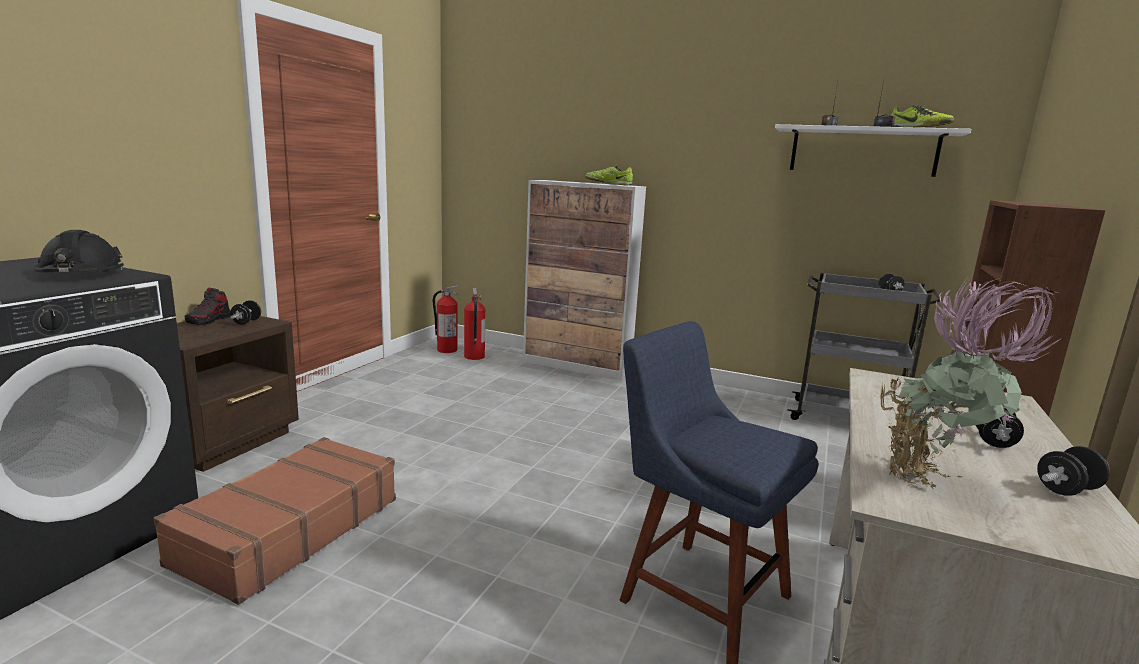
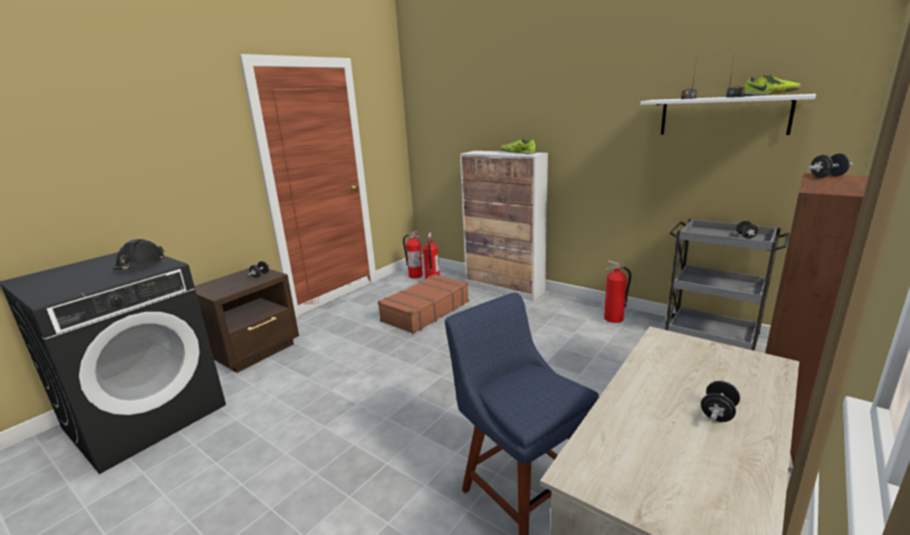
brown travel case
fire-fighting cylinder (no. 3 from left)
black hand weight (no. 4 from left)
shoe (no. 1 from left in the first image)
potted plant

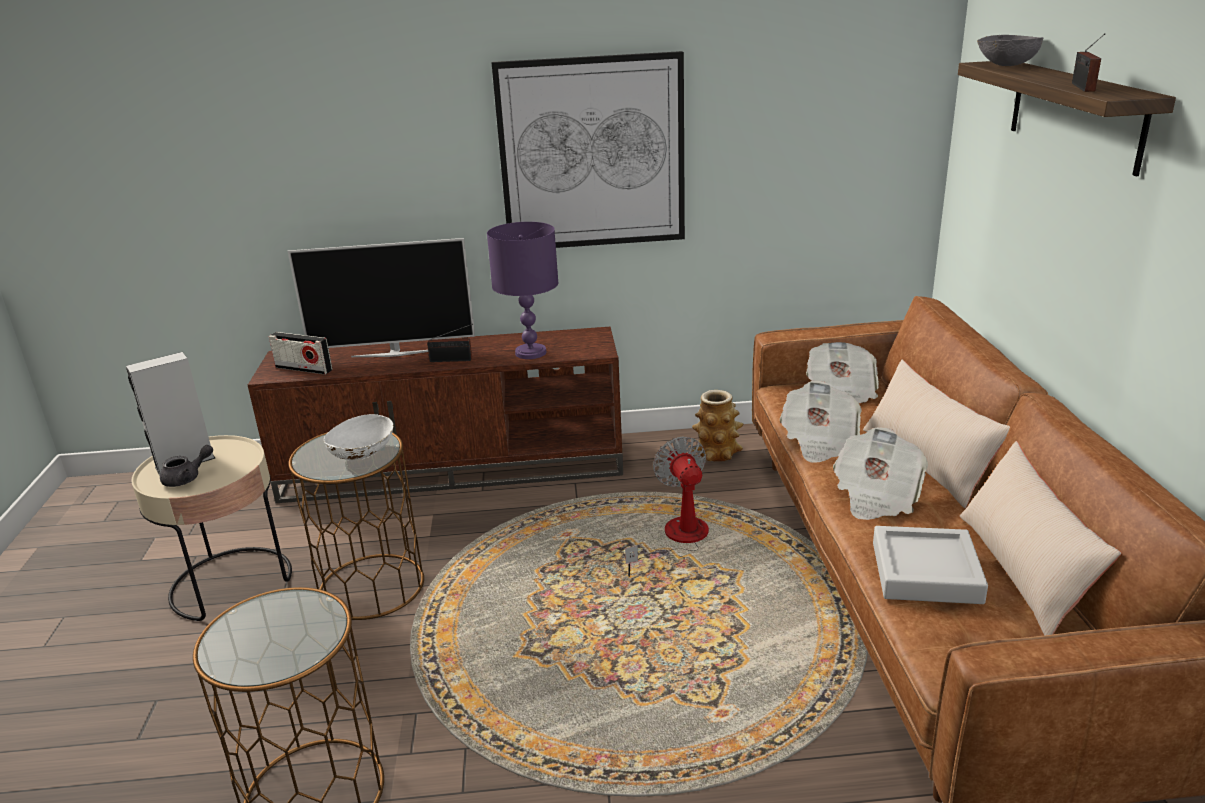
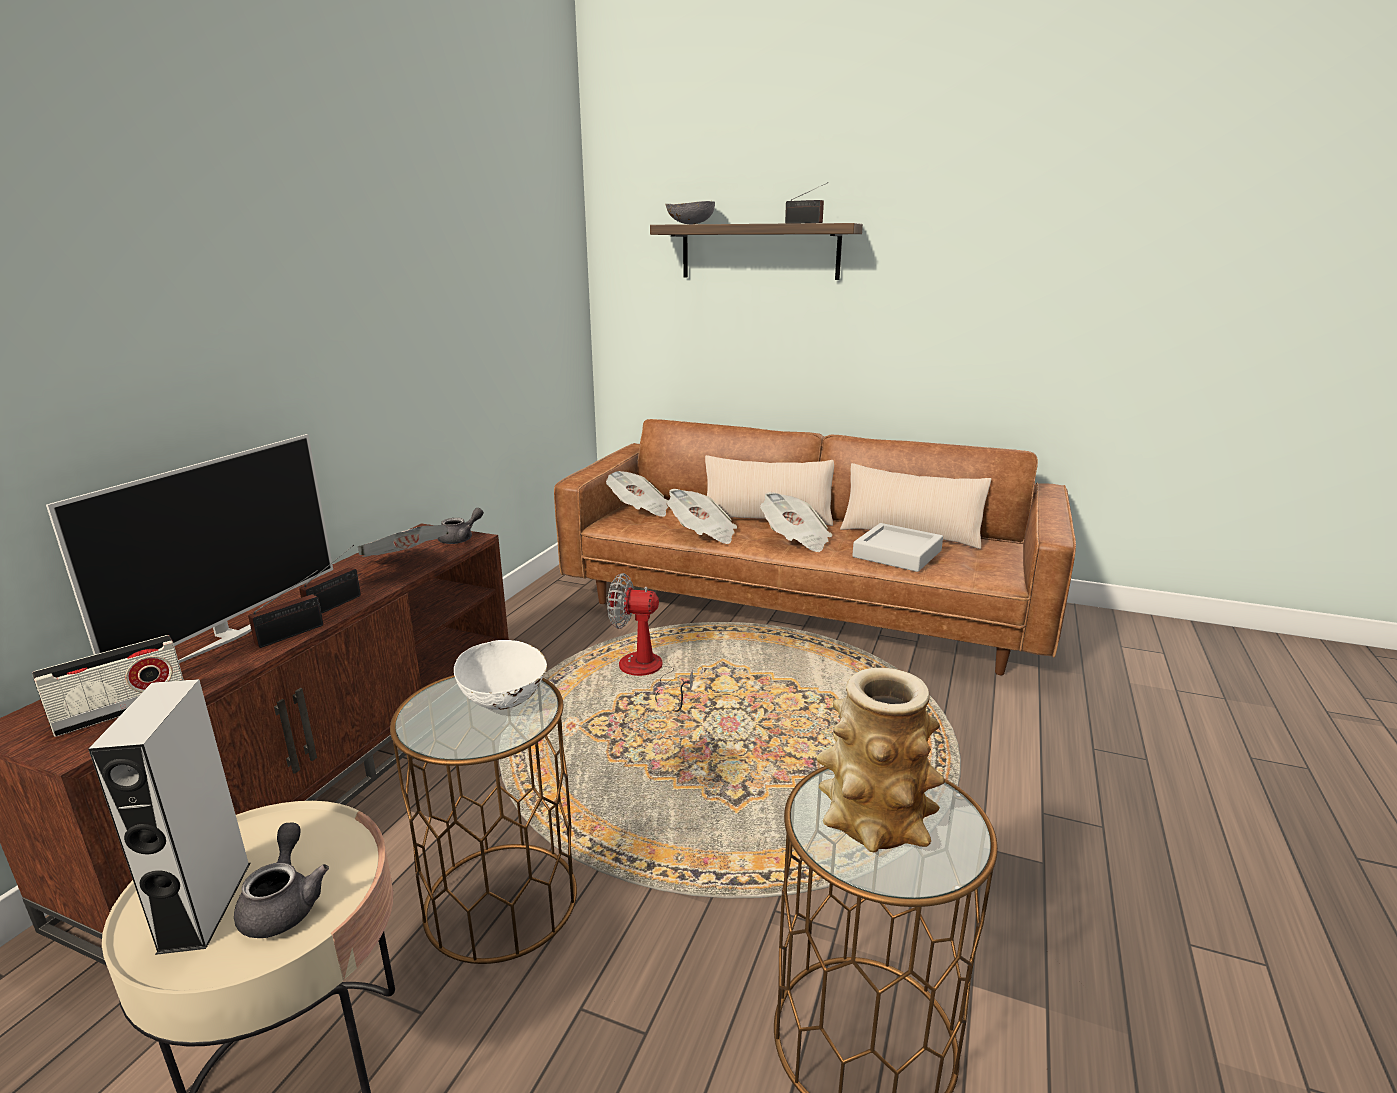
radio receiver (no. 2 from left)
daily paper (no. 1 from left)
grey tea pot (no. 2 from left)
flower vase
wall picture

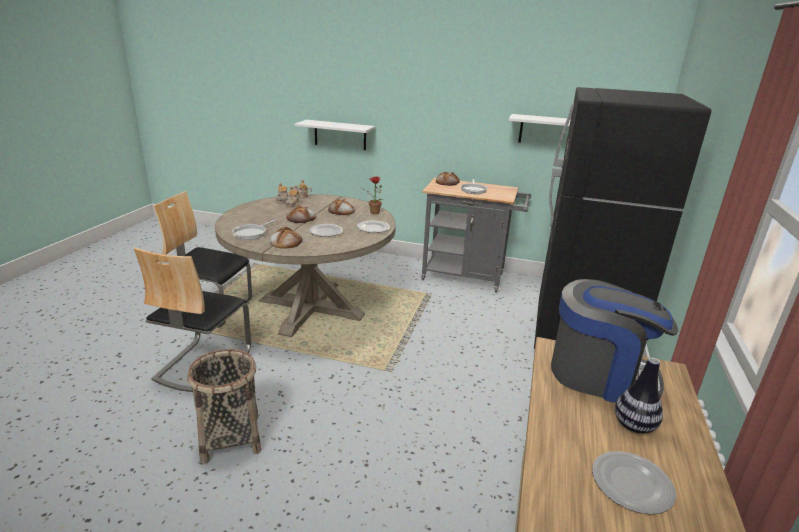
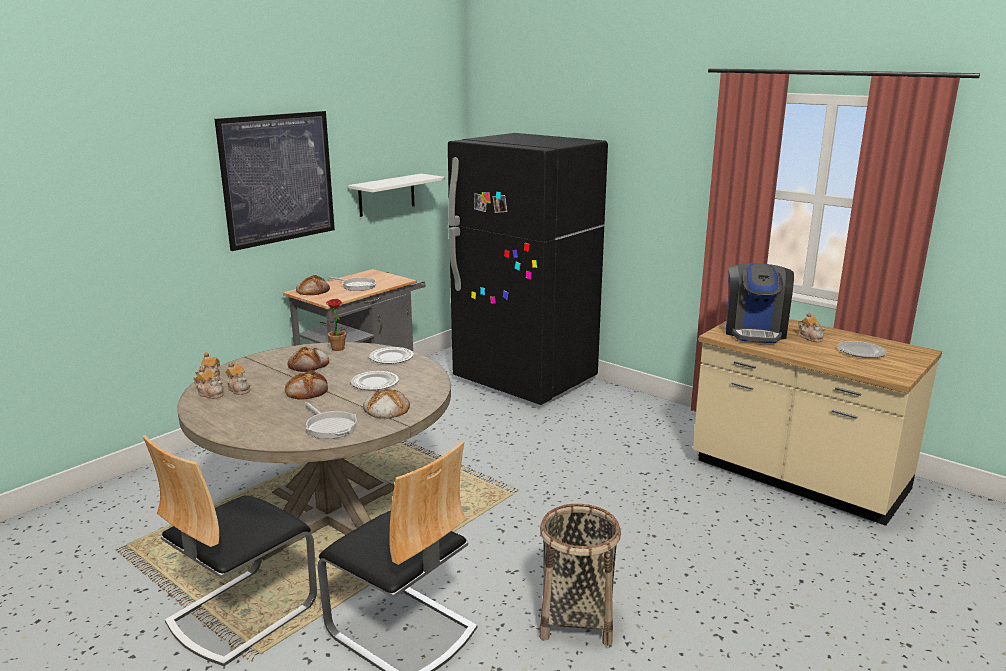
wall picture
coffee machine
tea pot (no. 4 from left)
white bracket shelf (no. 1 from left in the first image)

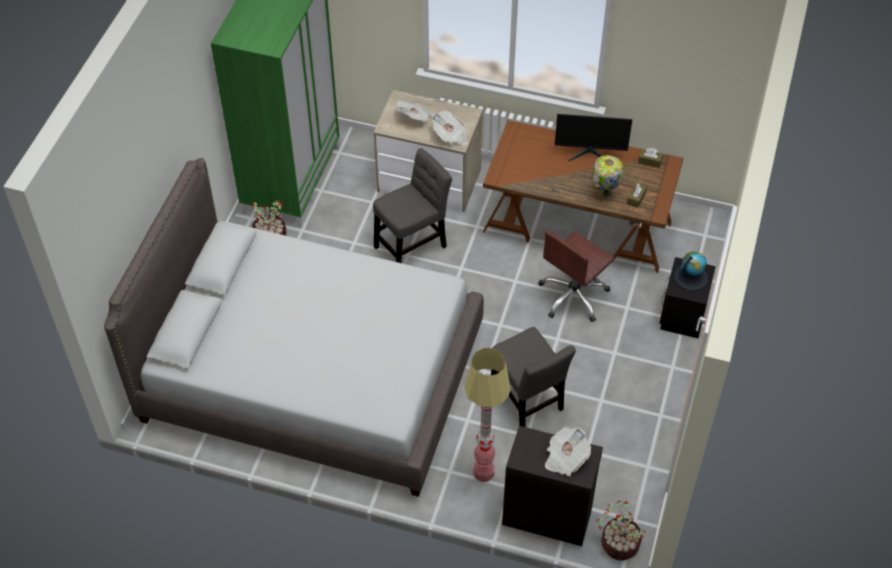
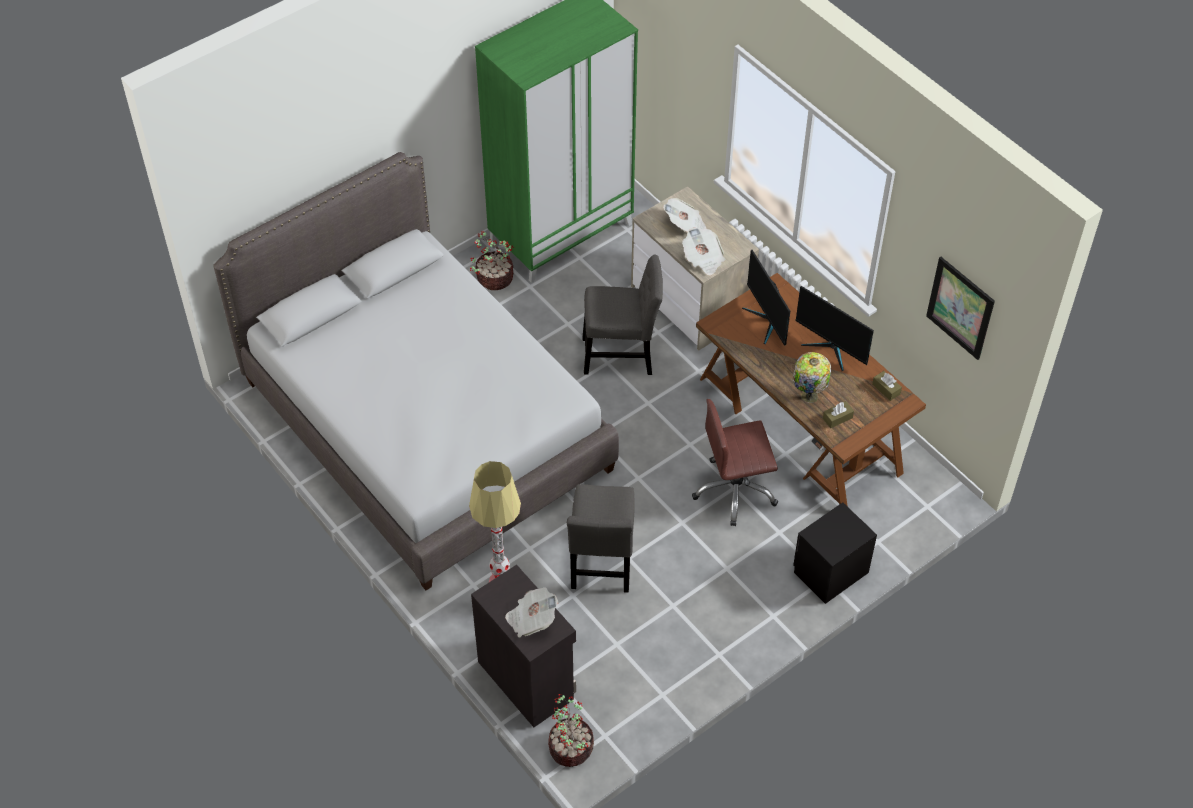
monitor (no. 1 from left)
wall picture
globe

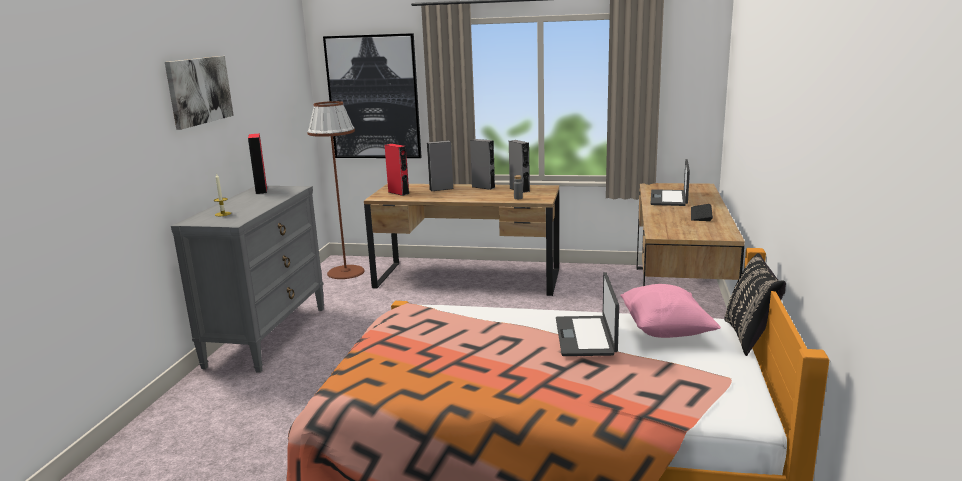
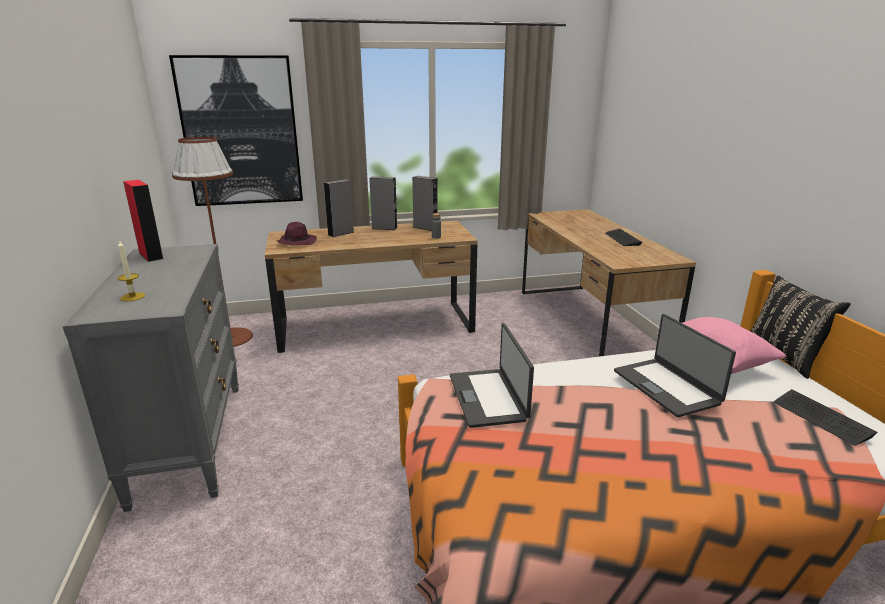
purple-coloured hat
portable computer (no. 1 from left)
keyboard (no. 2 from left)
wall picture (no. 1 from left in the first image)

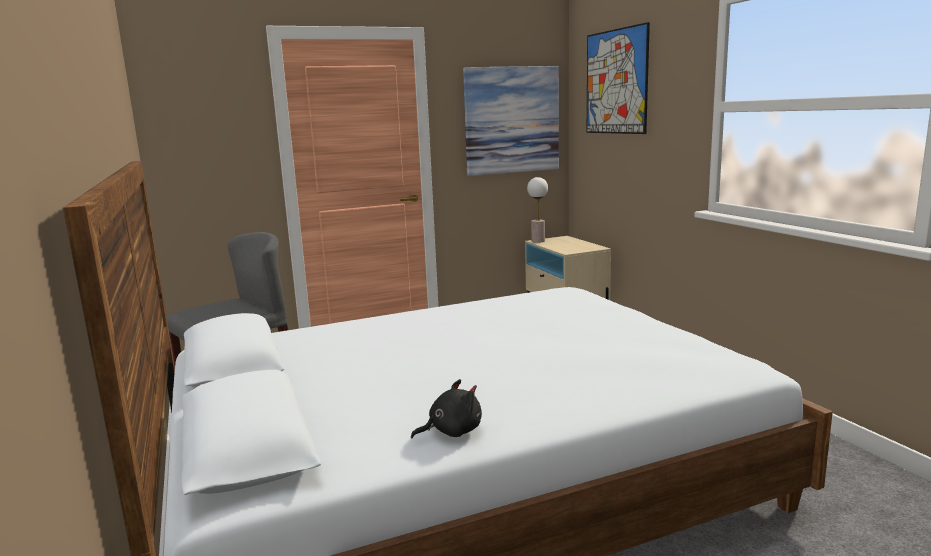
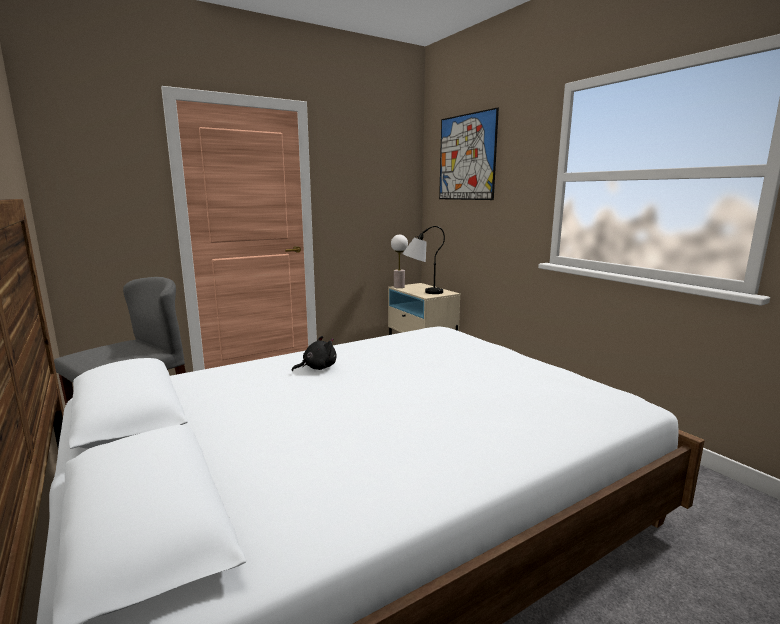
black cuddly toy
lamp for a table (no. 2 from left)
wall picture (no. 1 from left in the first image)

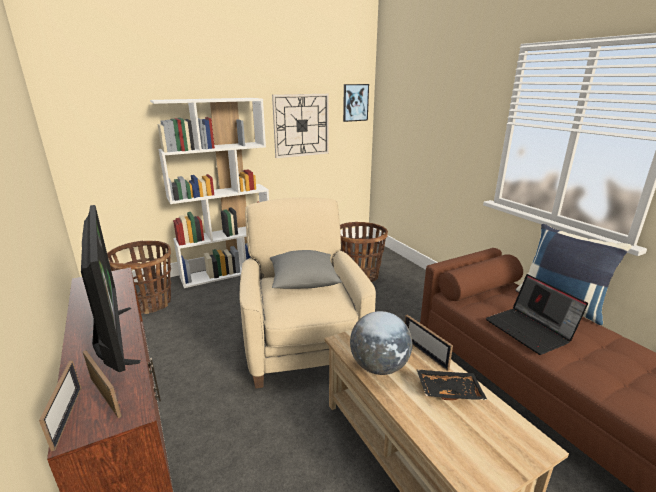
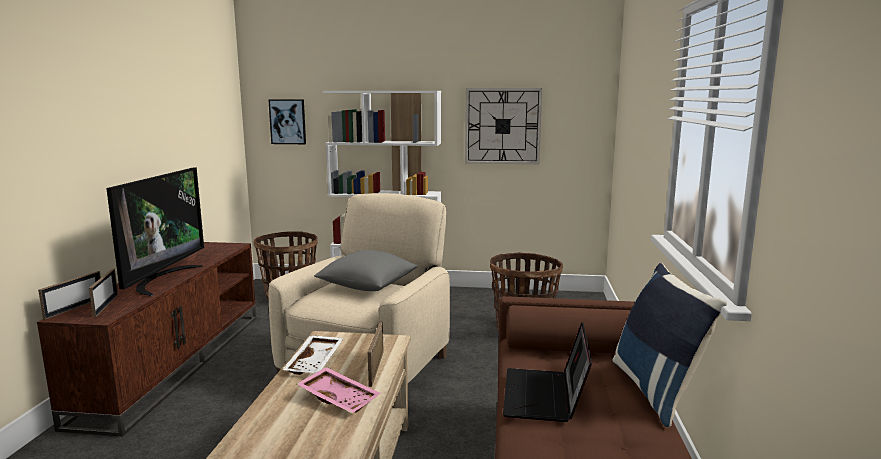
wall picture
white tray
pink-coloured tray

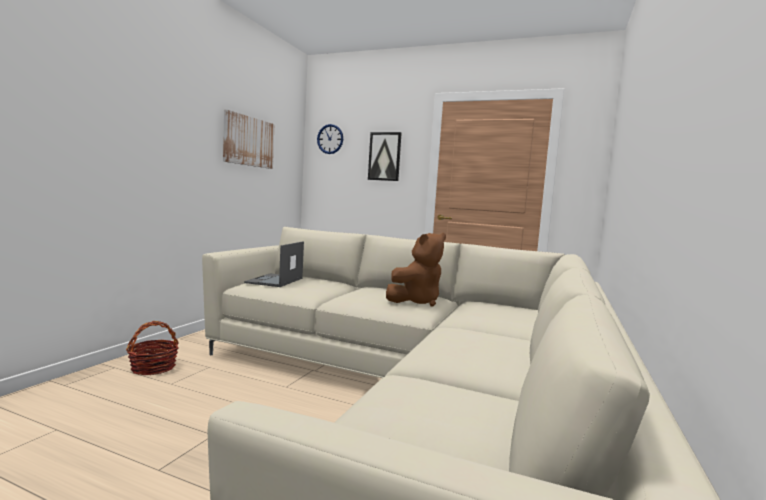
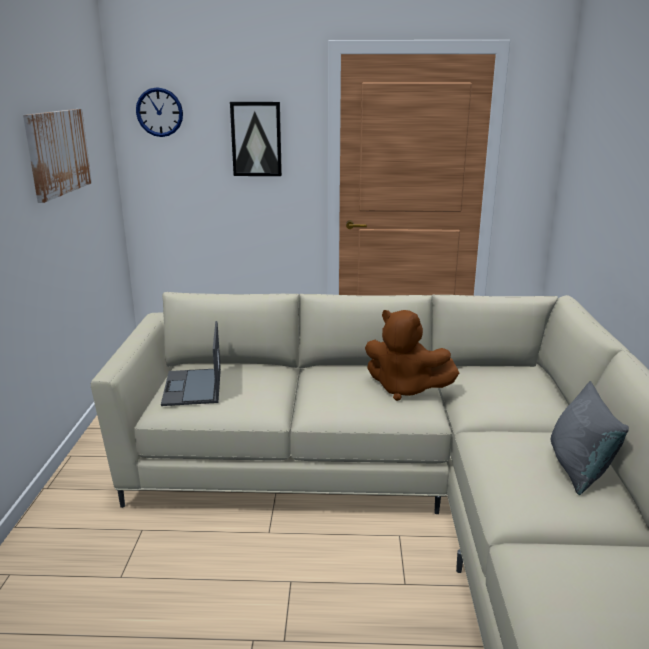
brown cuddly toy
grey throw pillow
storage basket

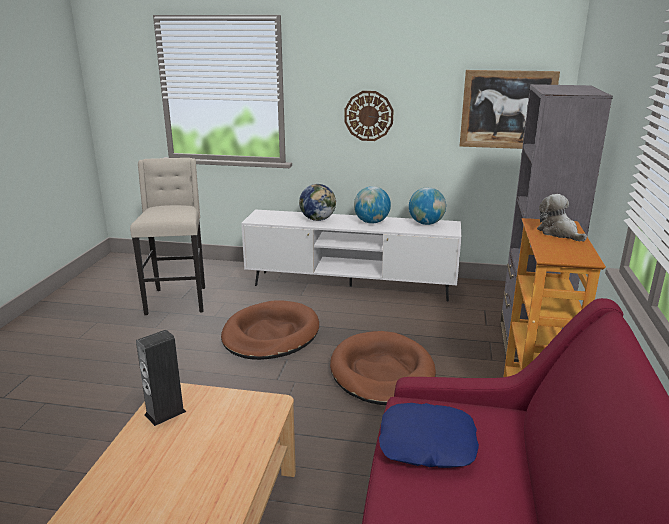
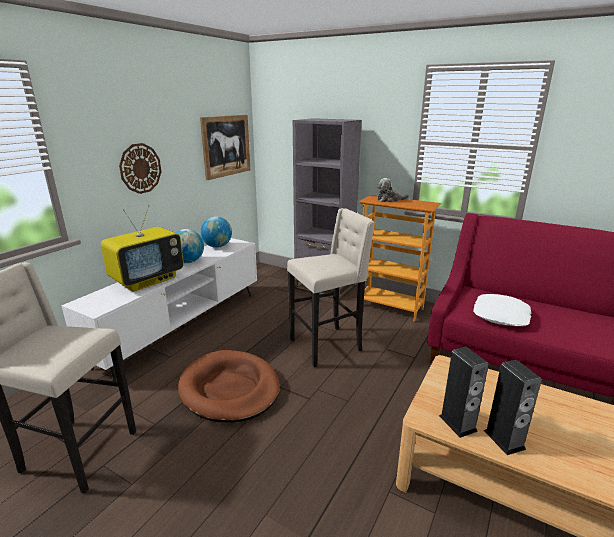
TV set
beige stool seat (no. 2 from left)
white throw pillow
audio speaker (no. 2 from left)

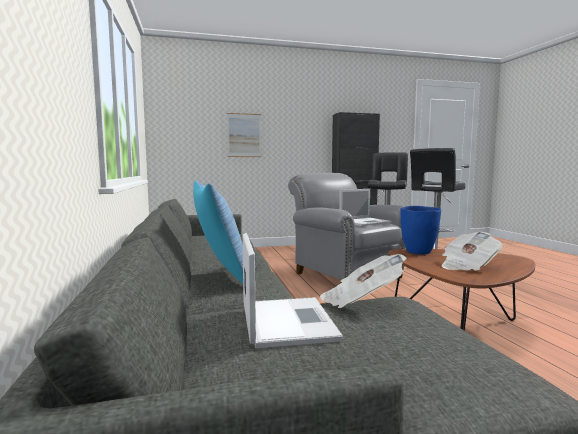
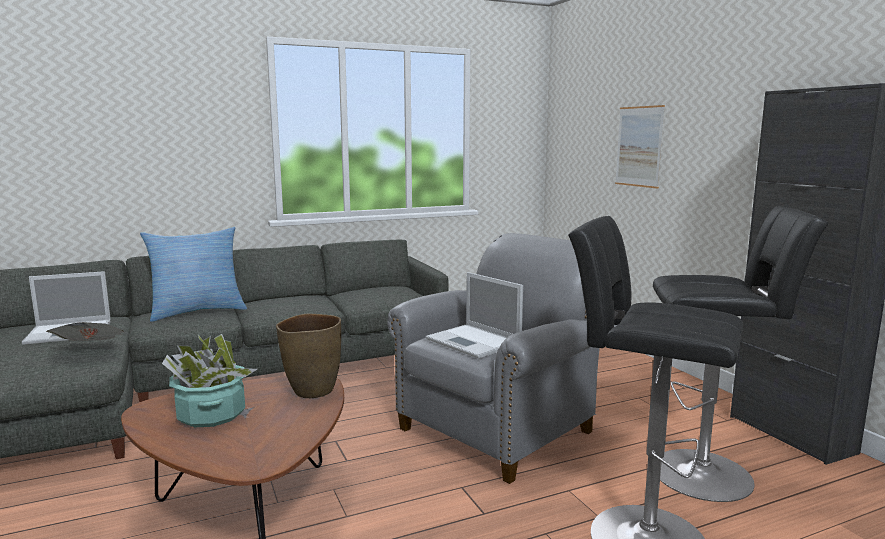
potted plant
brown flower vase

